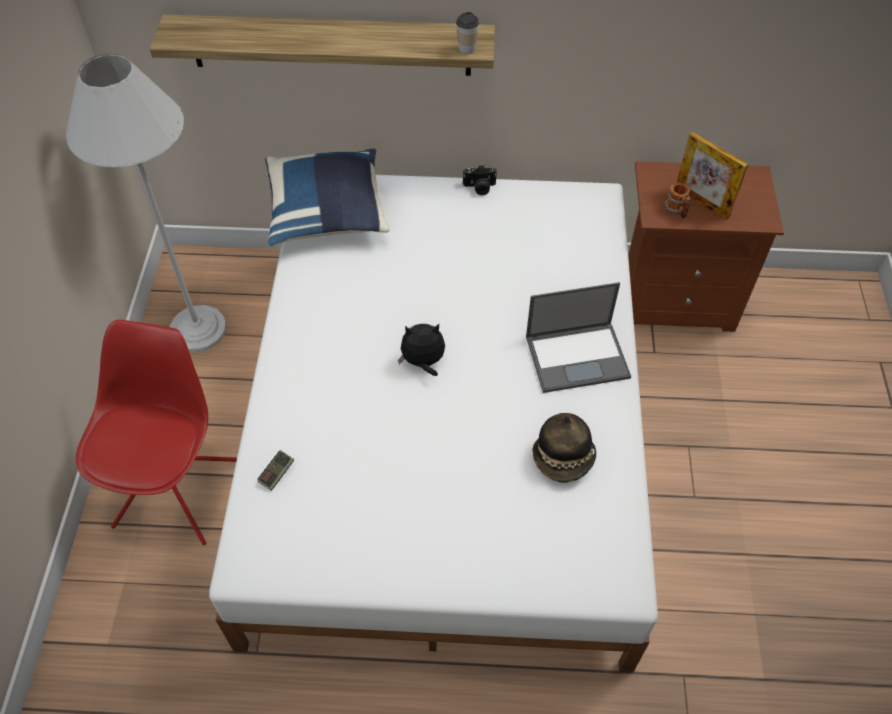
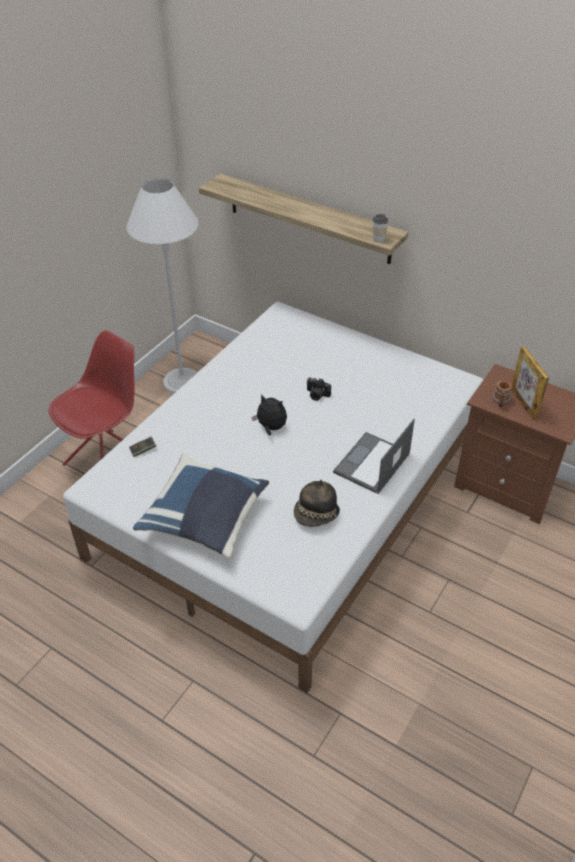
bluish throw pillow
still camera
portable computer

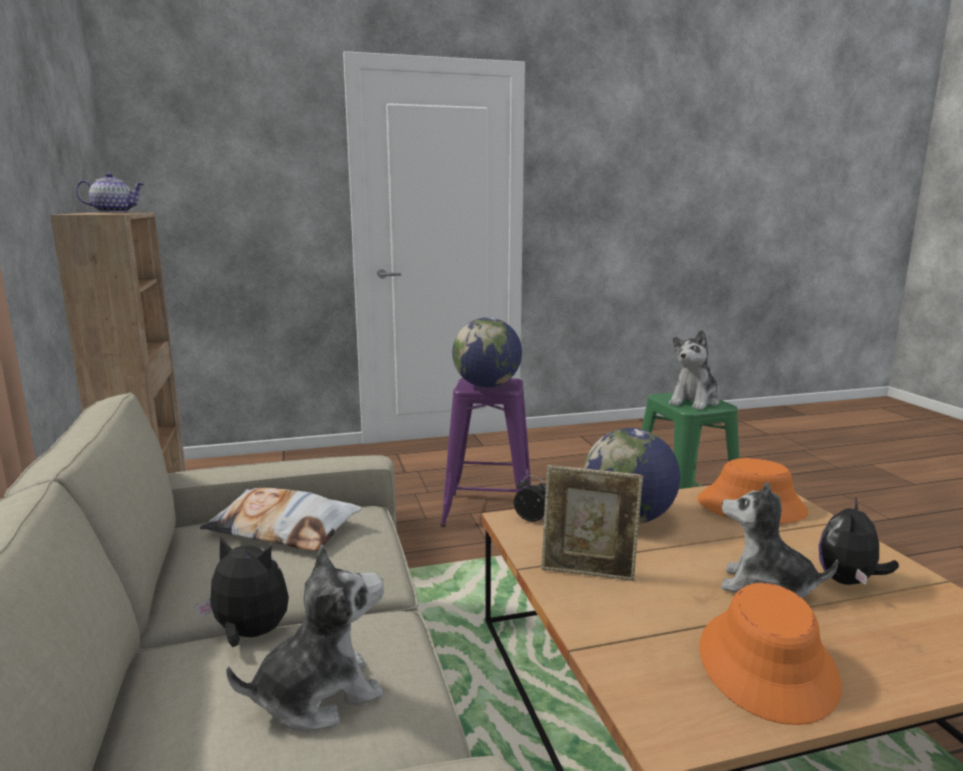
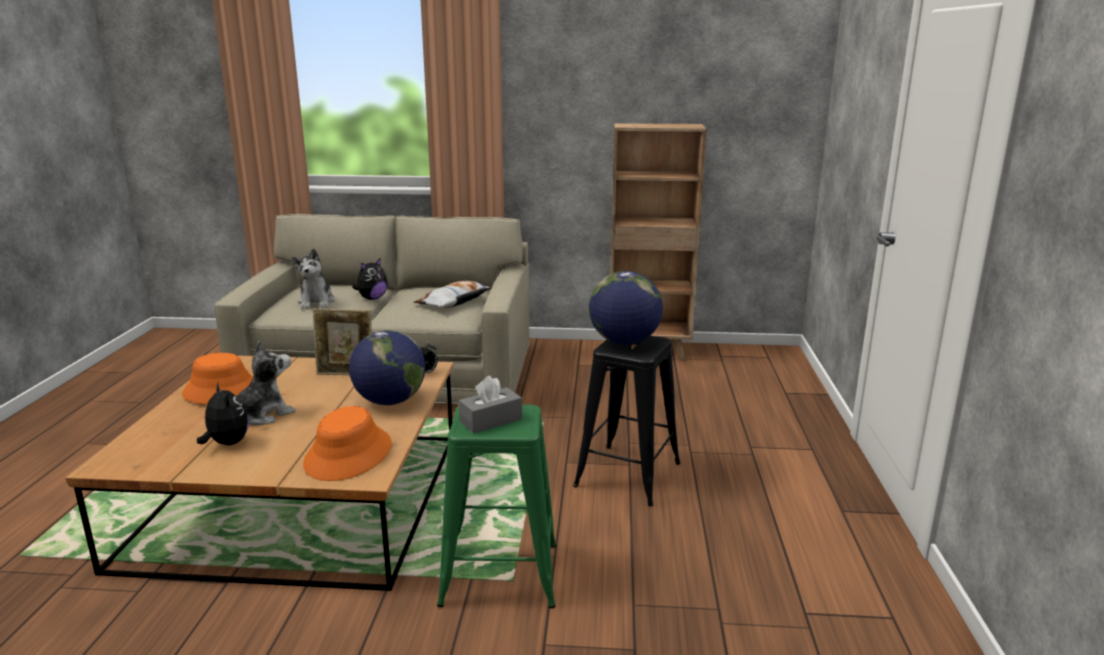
picture frame
grey box of tissues
black stool seat
tea pot

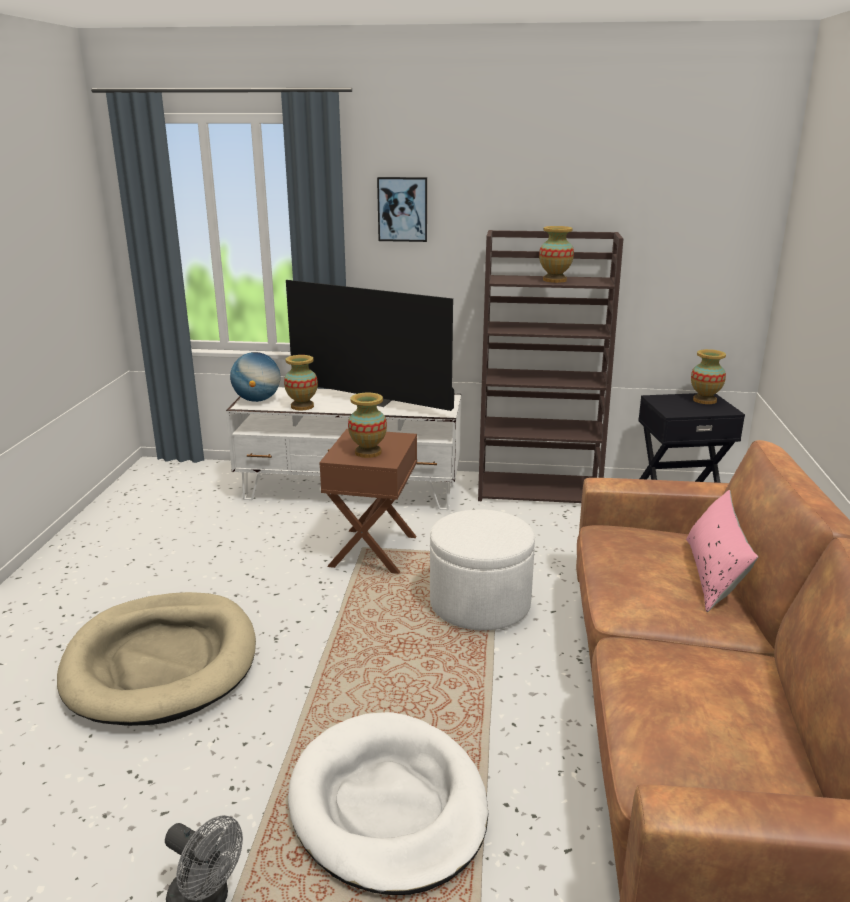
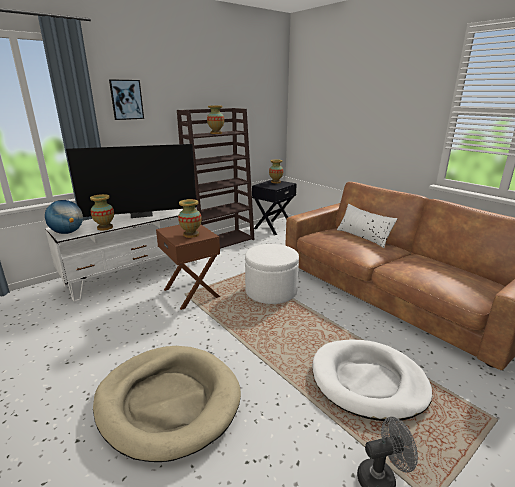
white throw pillow

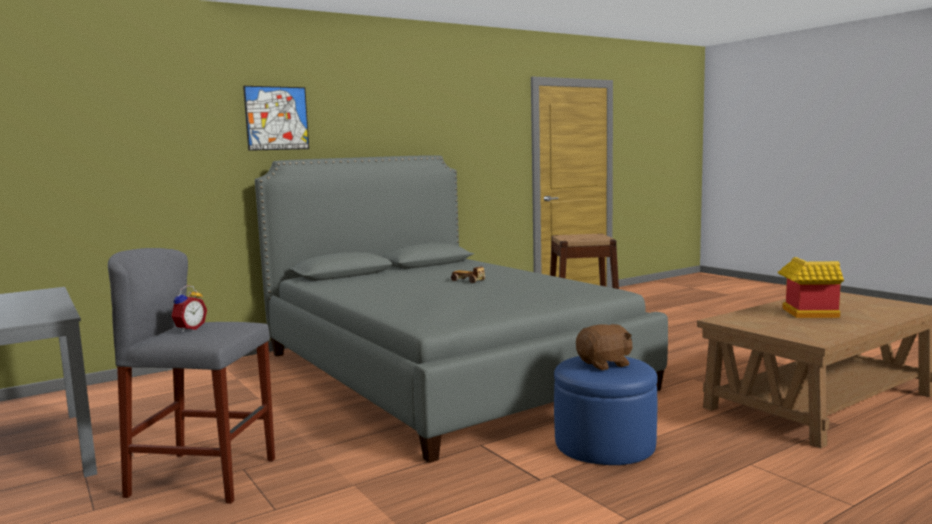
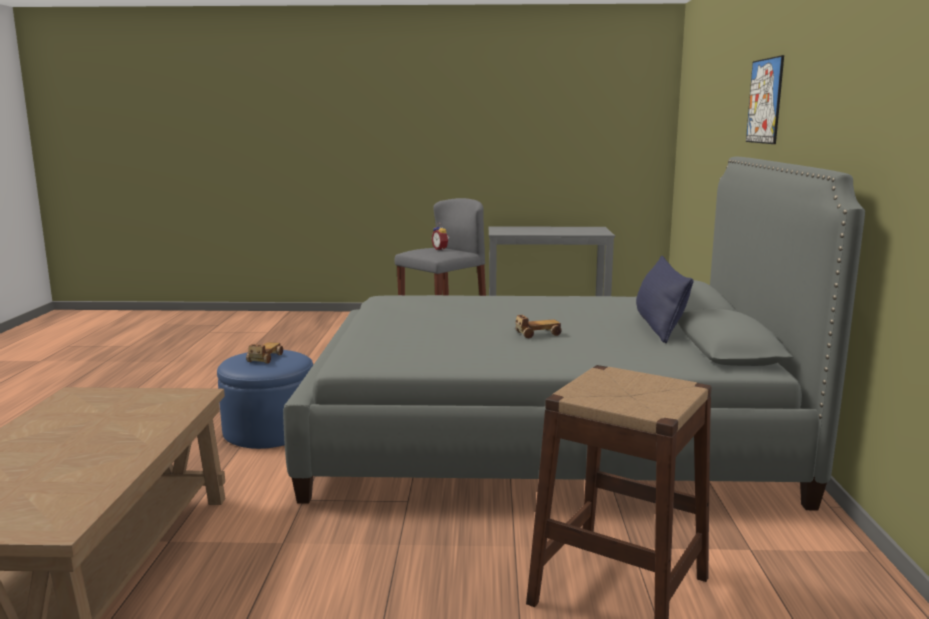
model car (no. 1 from left)
bluish throw pillow
model house

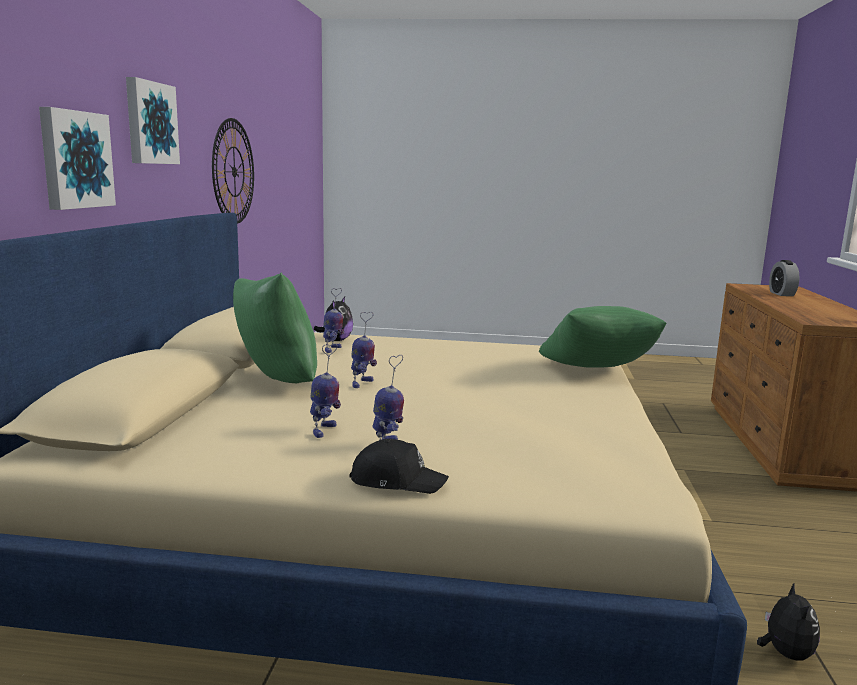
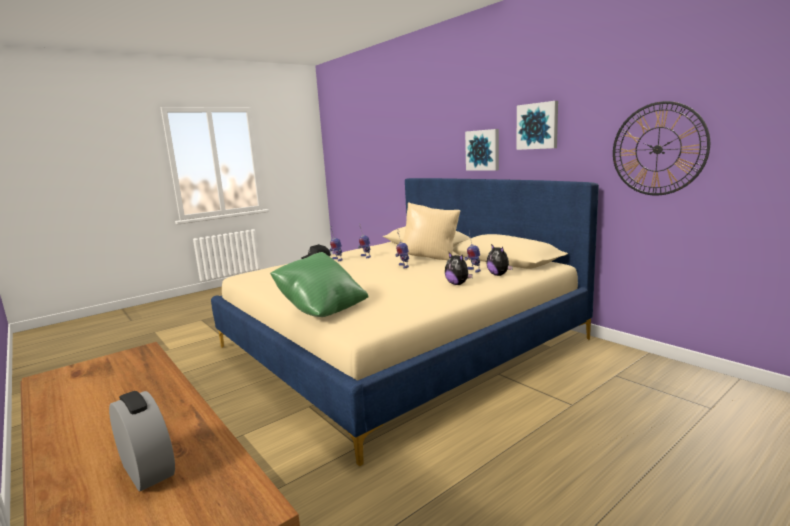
beige throw pillow
cuddly toy (no. 1 from left)

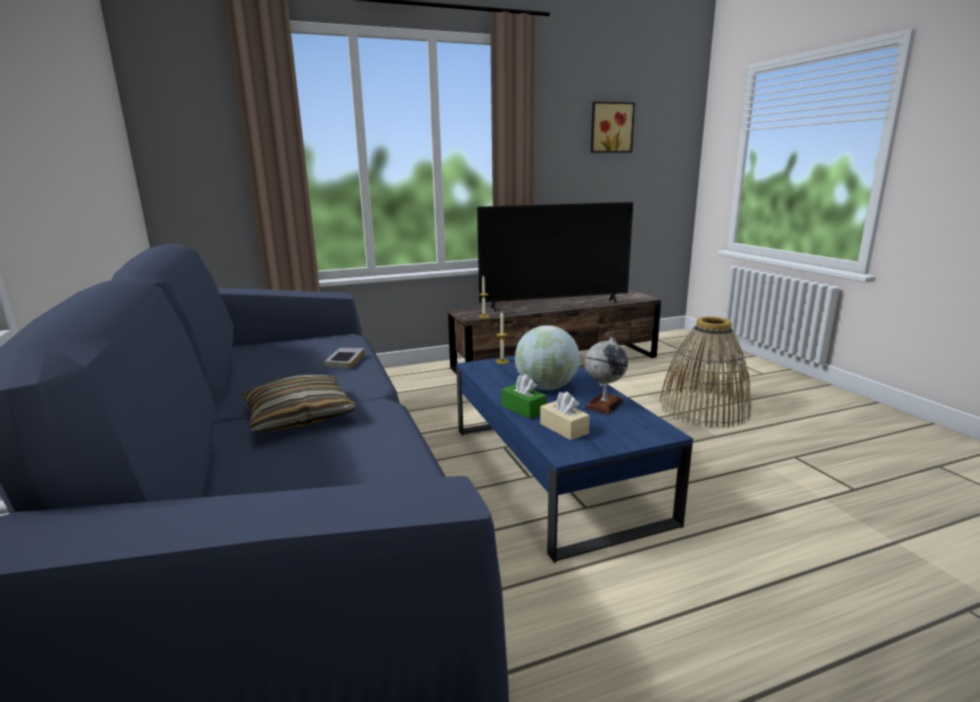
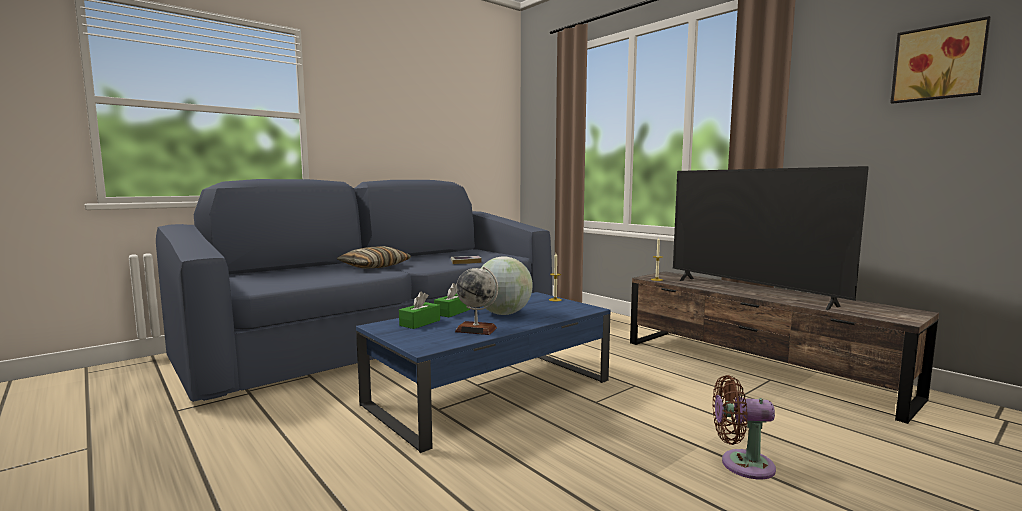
green box of tissues (no. 1 from left)
brown electric fan

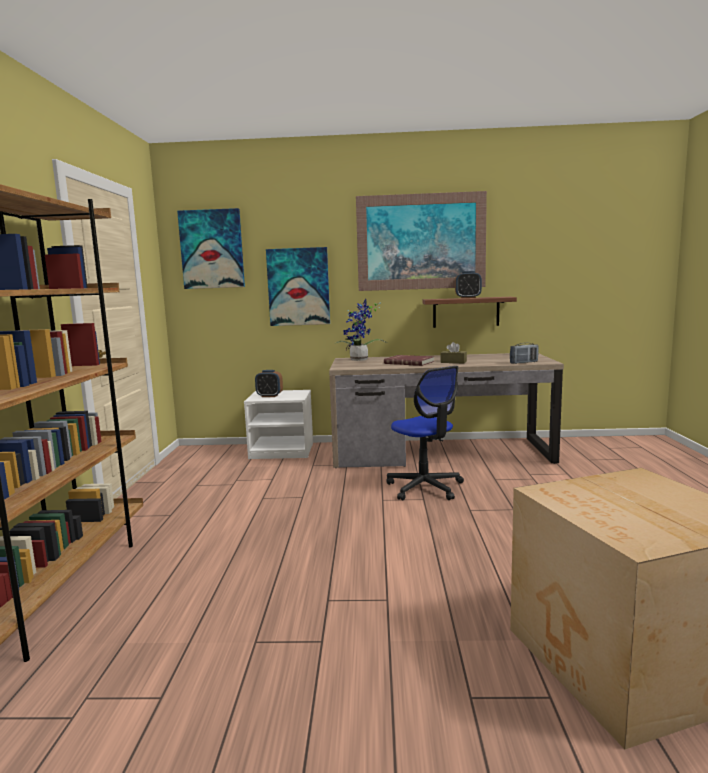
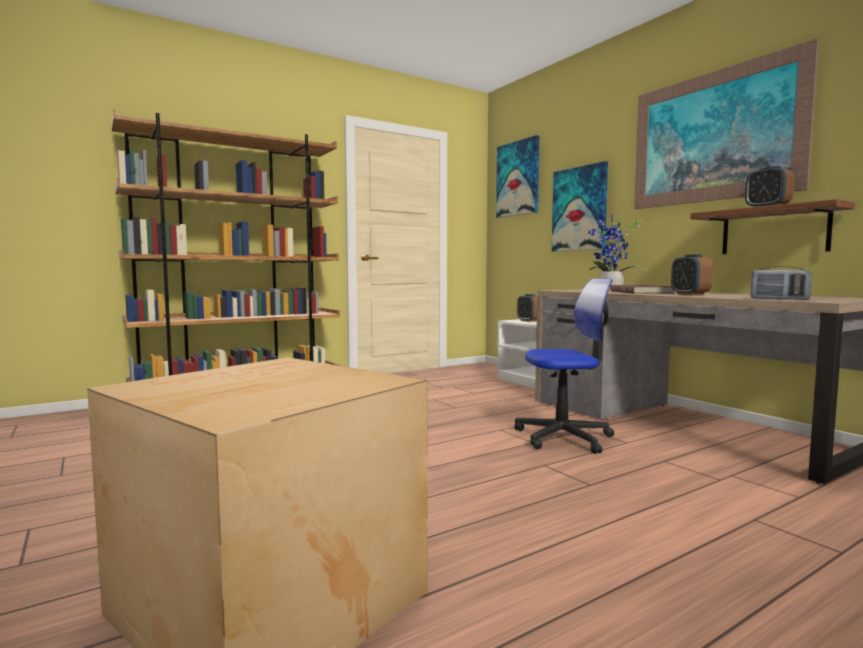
computer chair
alarm clock (no. 2 from left)

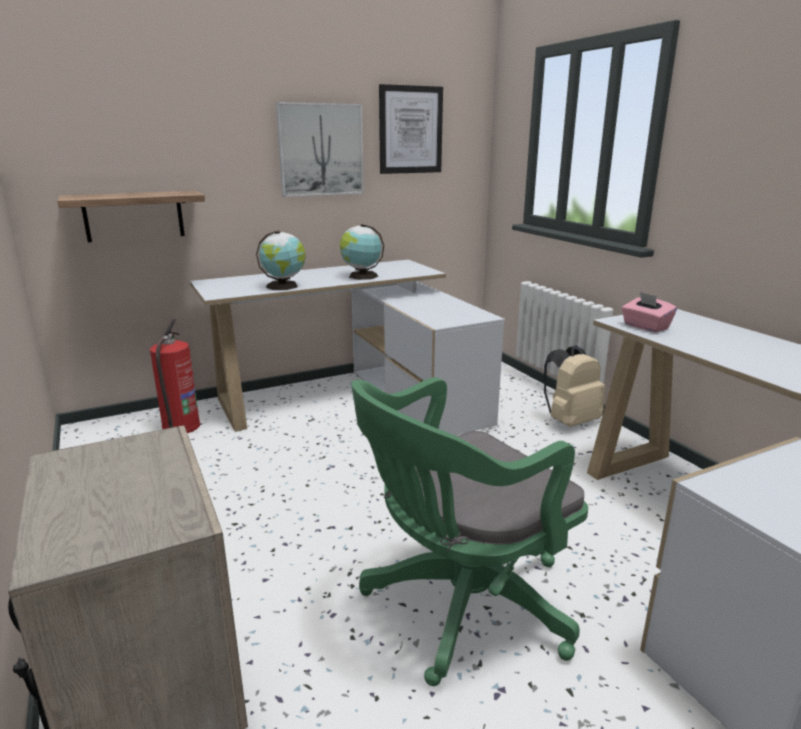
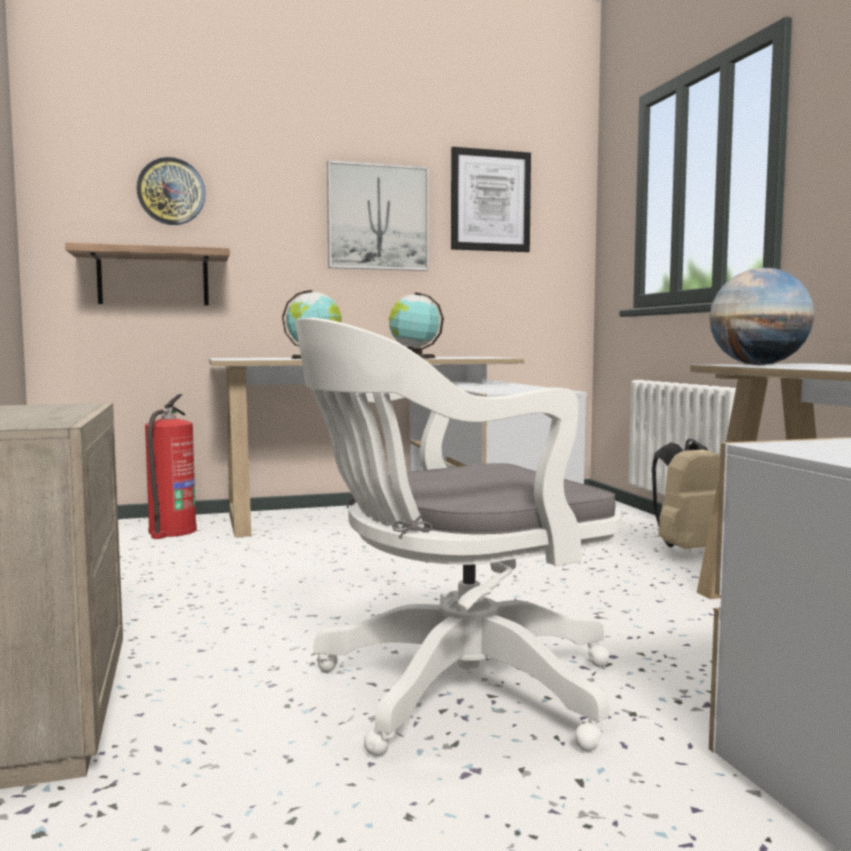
wall clock
white computer chair
globe (no. 3 from left)

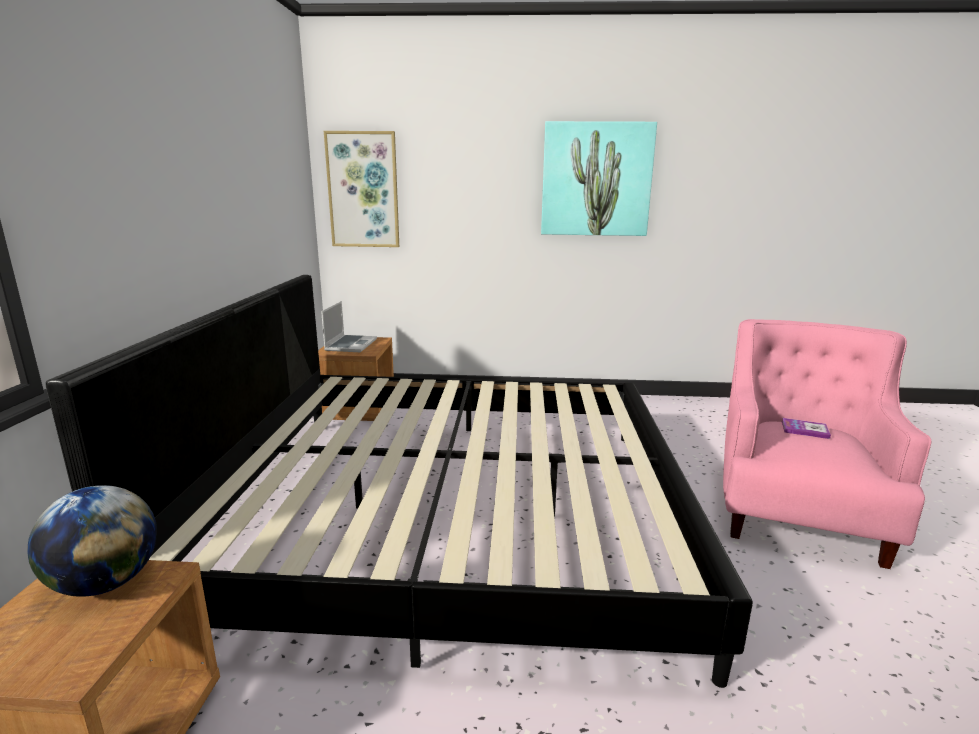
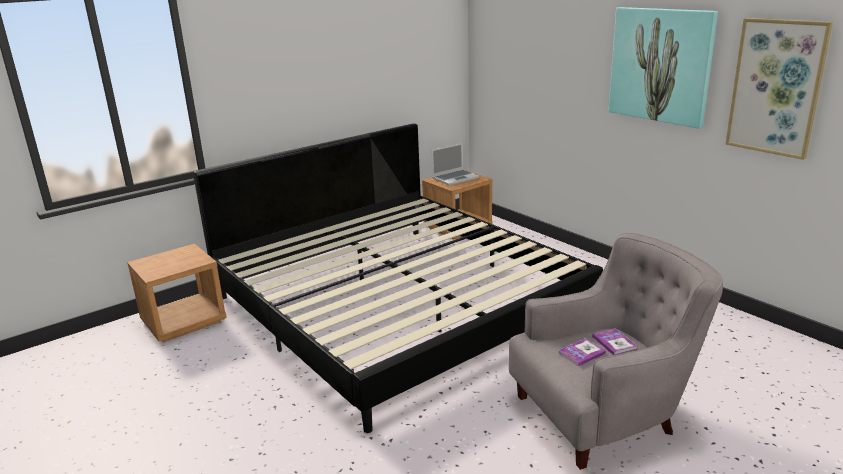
grey easy chair
volume (no. 1 from left)
wall picture (no. 2 from left)
globe

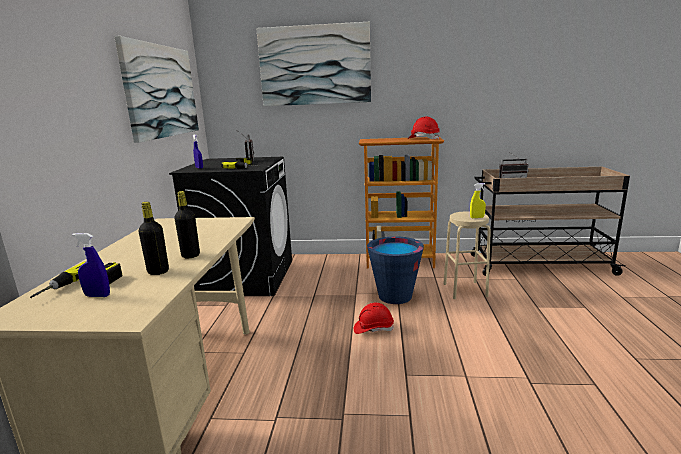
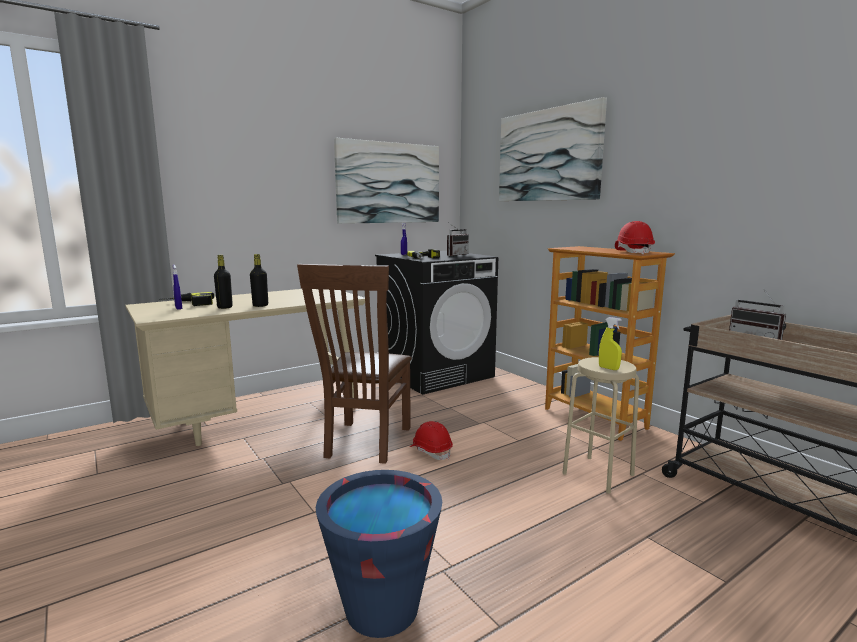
brown upright chair
bluish pail

